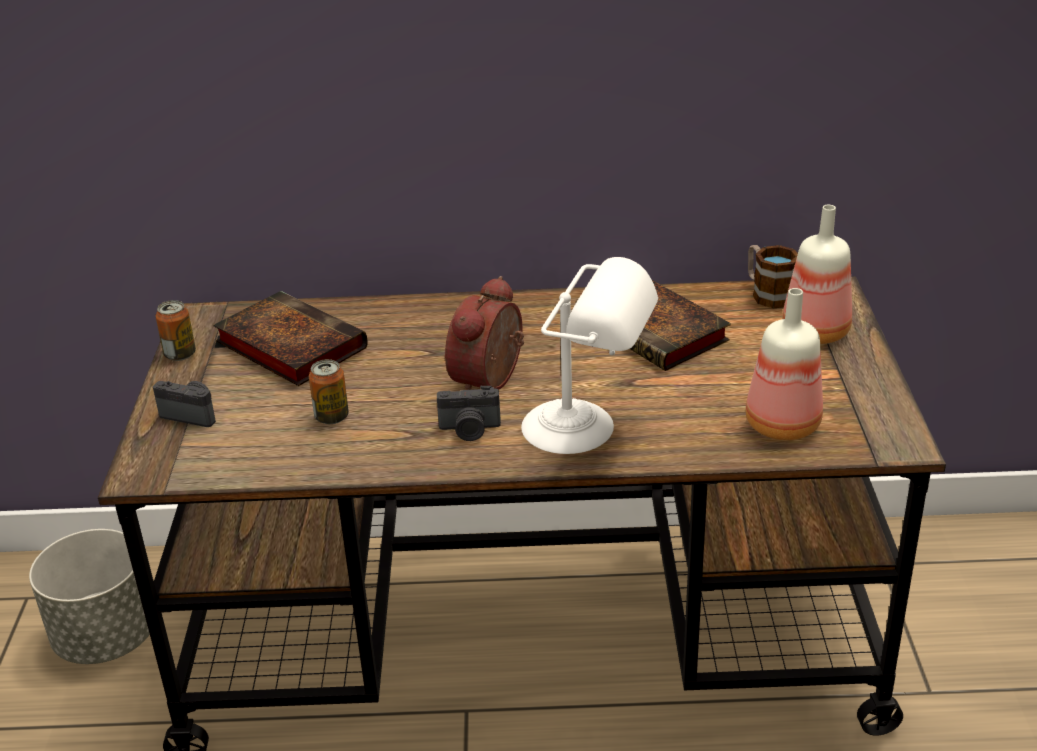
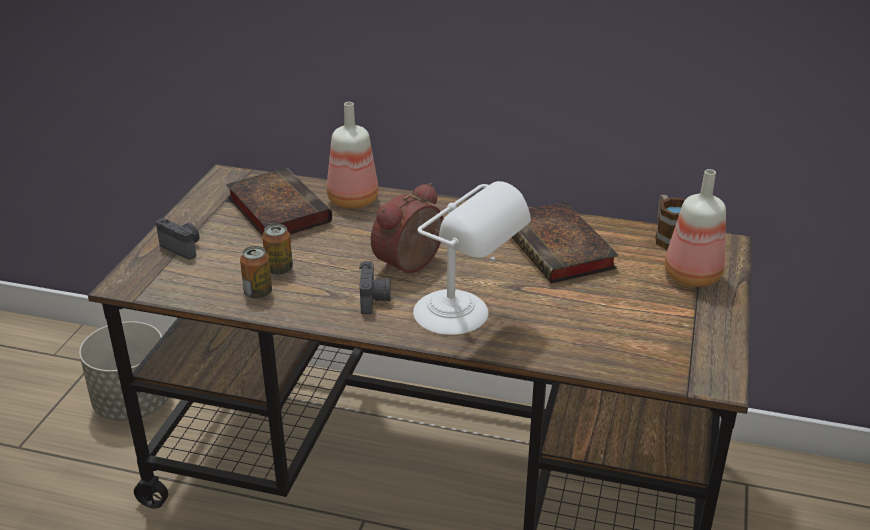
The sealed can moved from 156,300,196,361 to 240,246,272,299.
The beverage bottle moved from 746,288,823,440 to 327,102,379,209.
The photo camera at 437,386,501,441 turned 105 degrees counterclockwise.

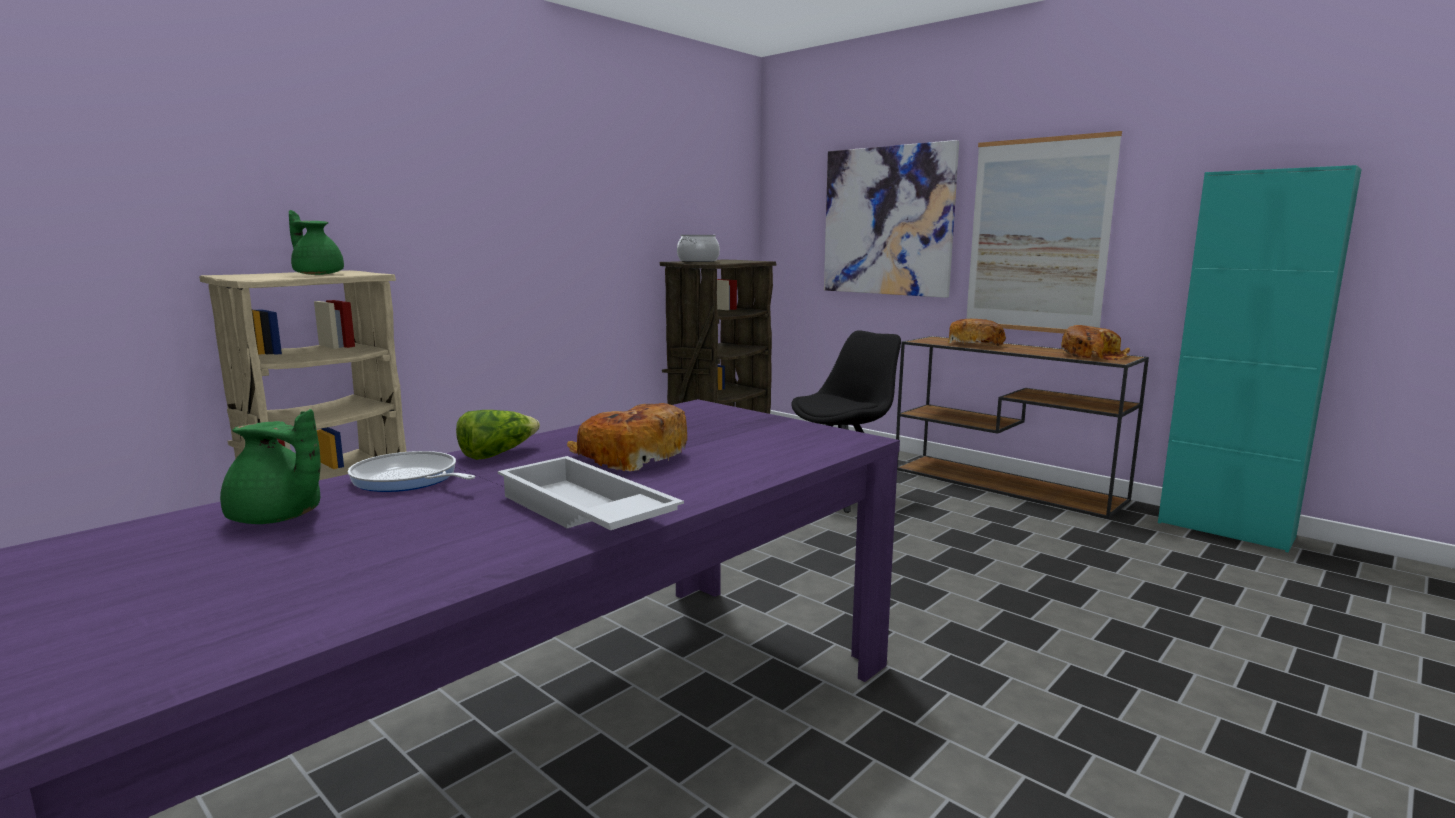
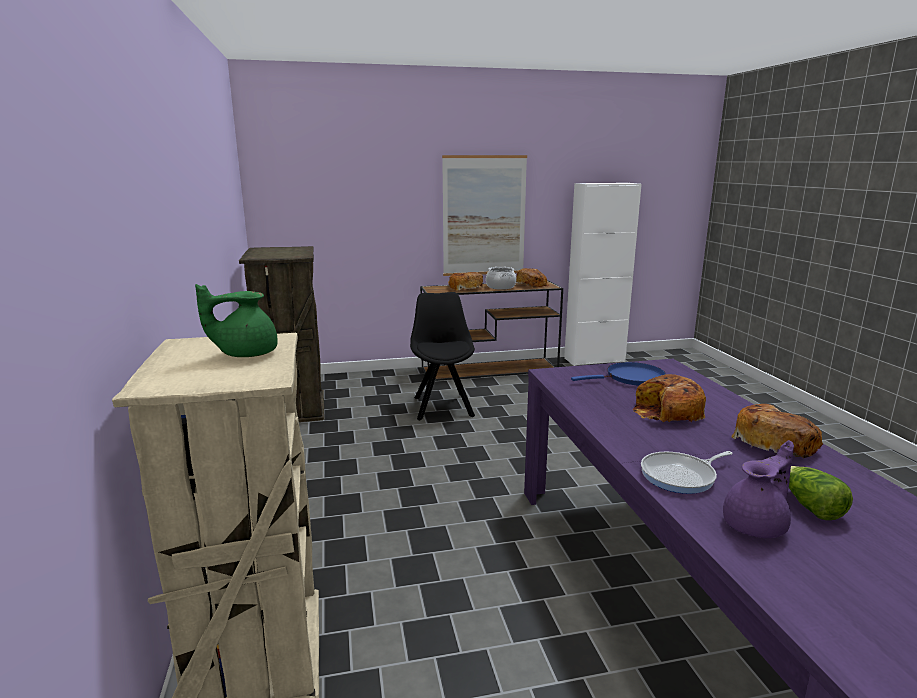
The stockpot moved from 677,235,720,262 to 486,267,516,290.
The turquoise storage cabinet at 1158,165,1362,552 became the whitish storage cabinet at 564,183,642,366.
The bluish pan at 571,362,666,386 appeared.
The green-coloured teapot at 220,409,321,524 became the purple-coloured teapot at 723,440,794,538.
The whitish tray at 498,456,684,530 was replaced by the baked bread at 731,404,823,458.
The lettuce head moved from 456,410,540,460 to 789,466,853,520.
The picture at 824,140,959,298 disappeared.

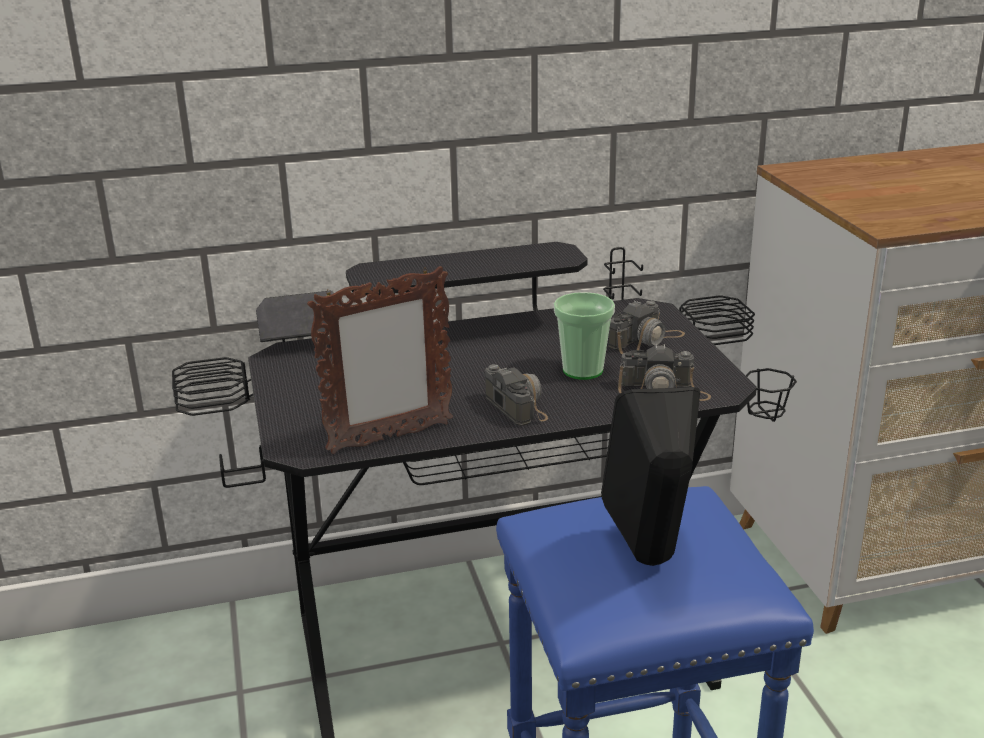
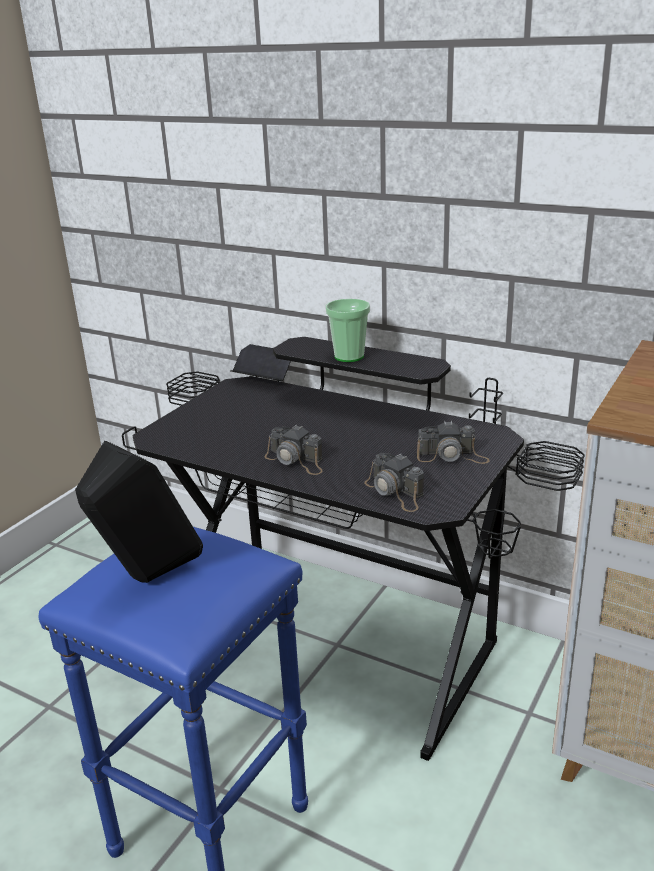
The photo camera at 485,364,548,426 turned 105 degrees clockwise.
The small cup moved from 554,292,615,380 to 325,299,370,362.
The picture frame at 307,266,453,454 disappeared.

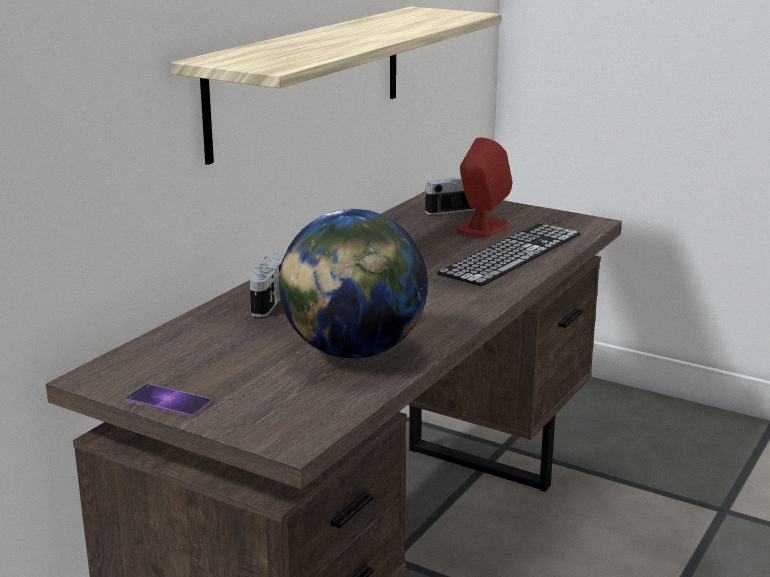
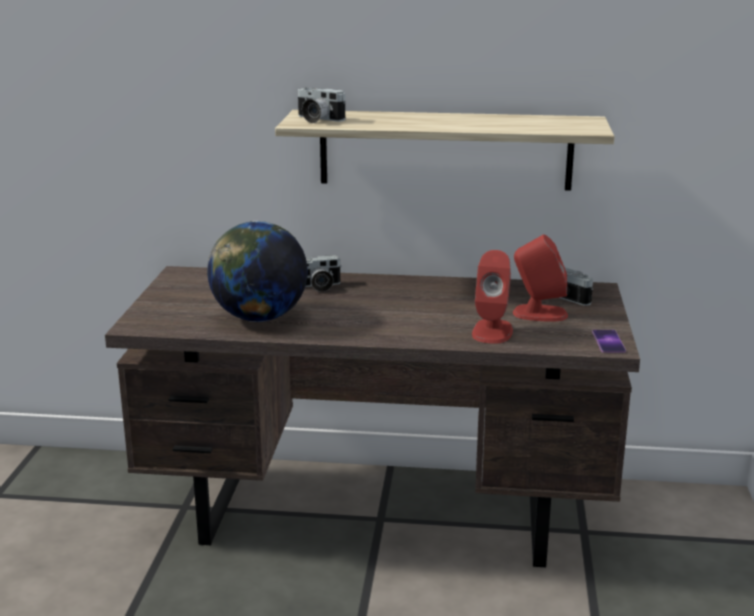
The photo camera at 298,87,346,123 appeared.
The keyboard at 437,223,580,287 was replaced by the reddish loudspeaker at 472,250,513,344.
The handset moved from 126,384,212,417 to 592,330,626,353.

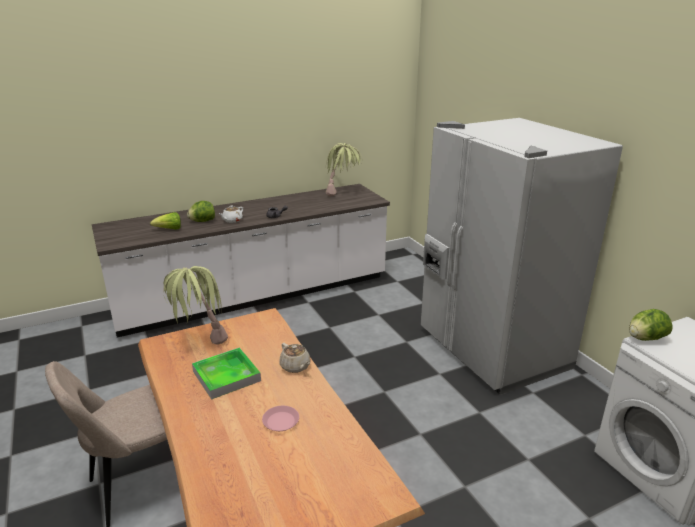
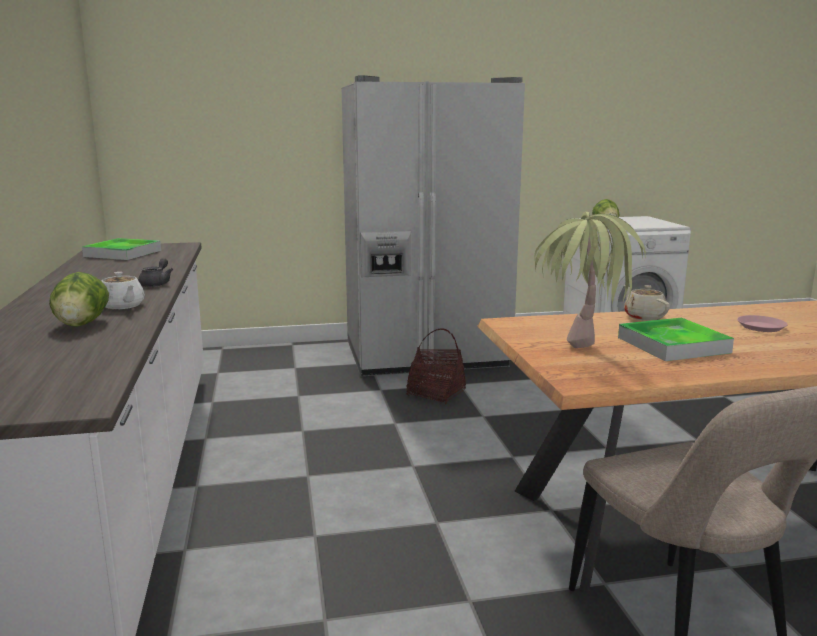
The potted plant at 325,143,362,196 was replaced by the tray at 82,238,161,260.
The storage basket at 406,329,466,404 appeared.
The beige teapot at 279,343,310,373 turned 90 degrees counterclockwise.
The lettuce head at 150,212,181,230 disappeared.

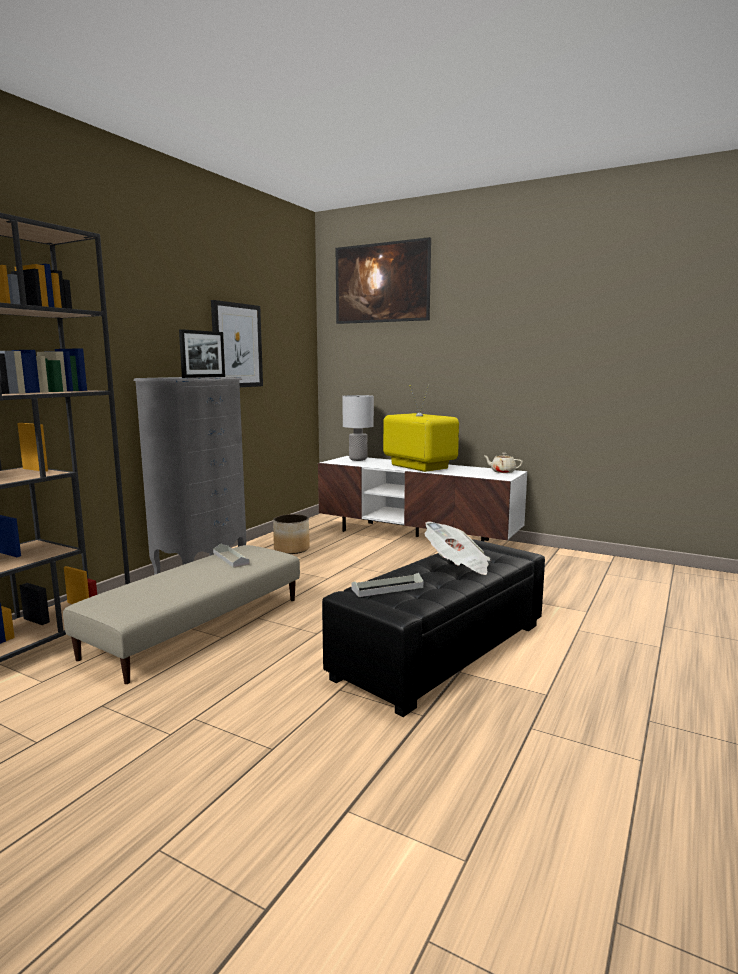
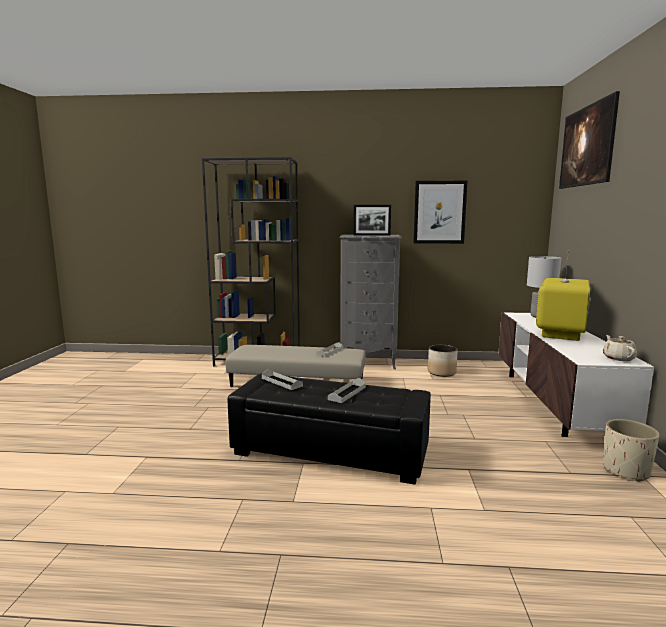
The newspaper at 424,521,490,575 was replaced by the grey tray at 328,378,366,403.
The beige flower pot at 603,419,660,482 appeared.

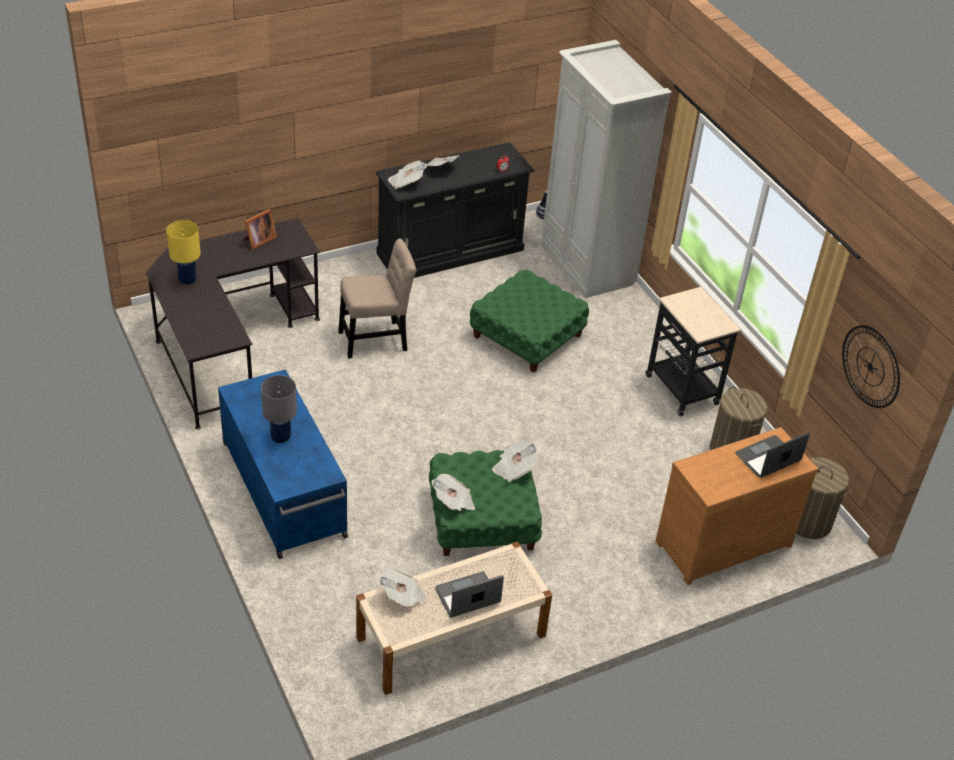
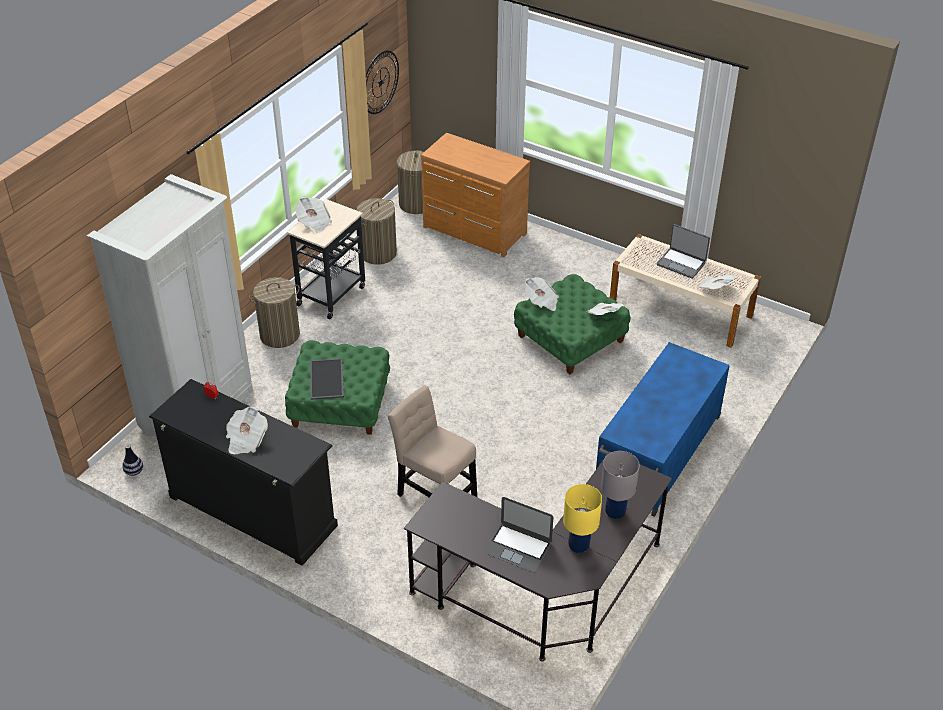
The laundry basket at 249,277,300,348 appeared.
The newspaper moved from 388,160,427,189 to 294,197,332,233.
The tray at 310,358,344,400 appeared.
The laptop moved from 735,432,810,478 to 484,497,553,572.
The grey table lamp moved from 261,375,297,443 to 601,451,640,519.
The picture frame at 243,209,277,249 disappeared.

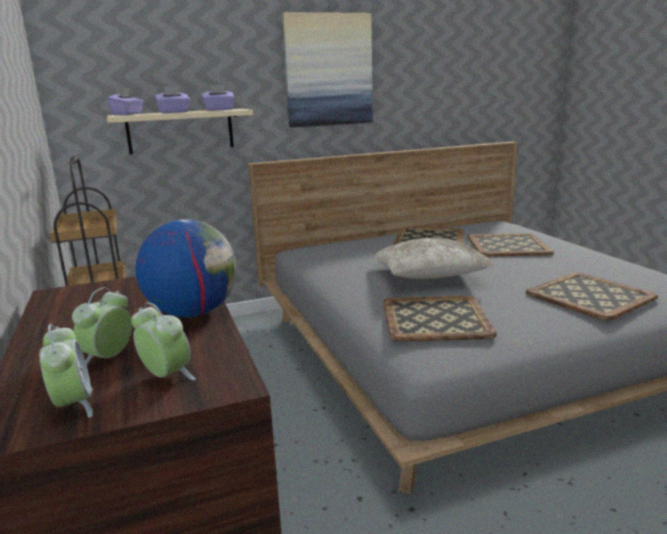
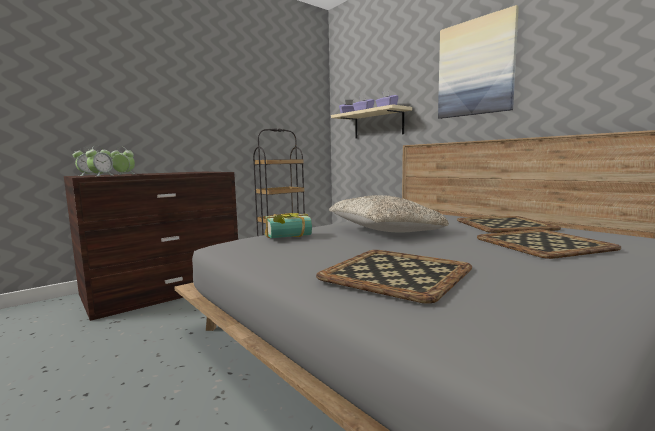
The tray at 383,296,497,341 was replaced by the volume at 265,213,312,238.
The world globe at 136,219,237,317 disappeared.

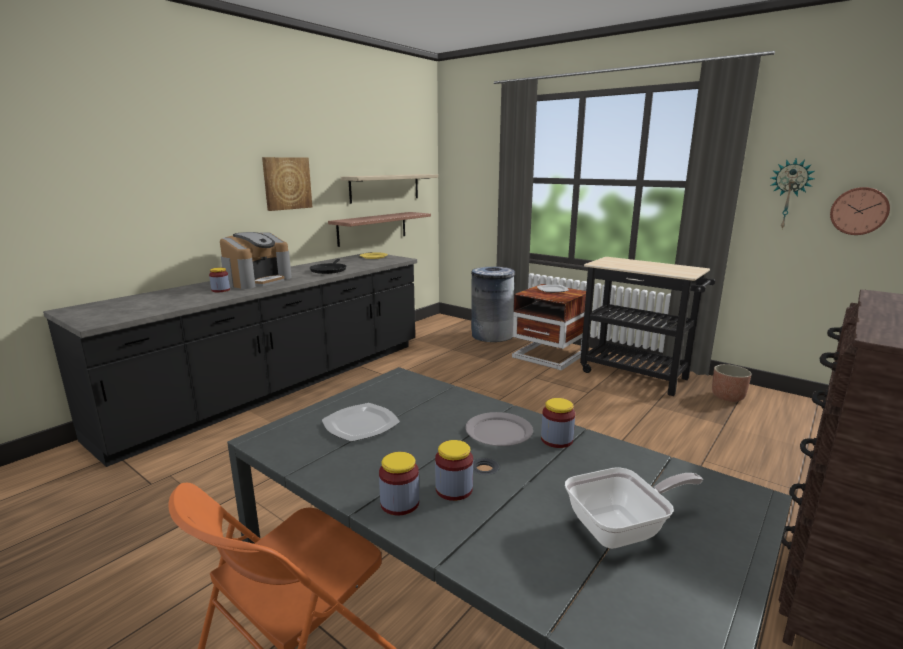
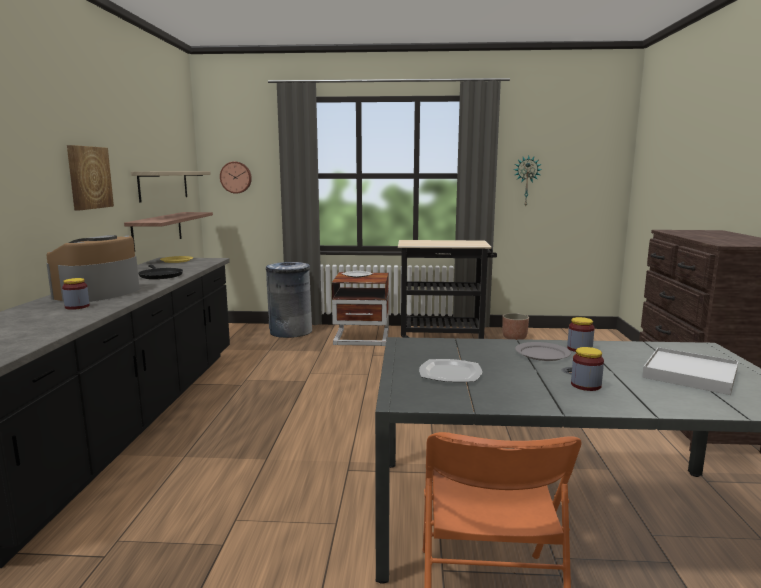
The coffee maker at 220,232,292,289 turned 150 degrees counterclockwise.
The clock on the wall moved from 830,187,890,235 to 220,162,252,194.
The pan at 565,467,703,549 was replaced by the whitish tray at 642,347,739,395.
The jar at 379,452,419,516 disappeared.

